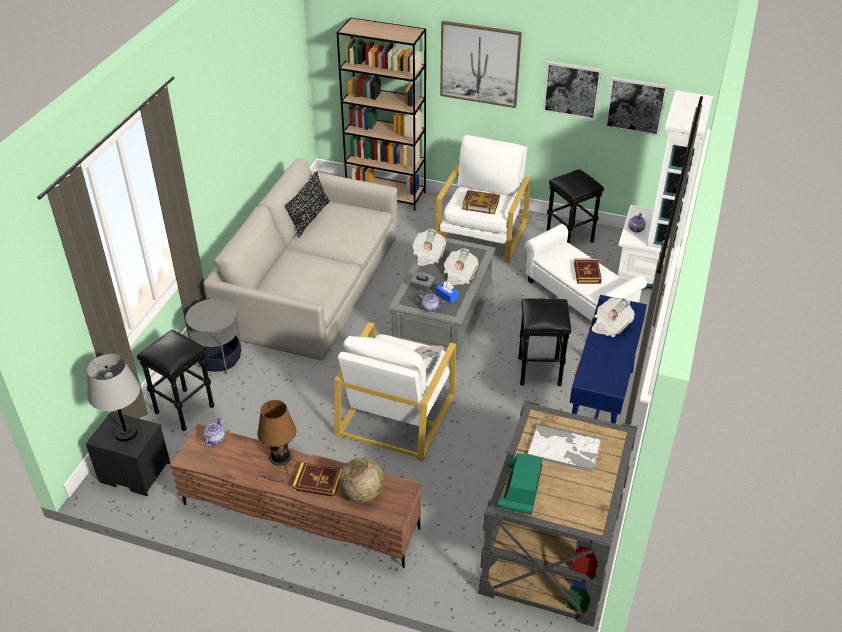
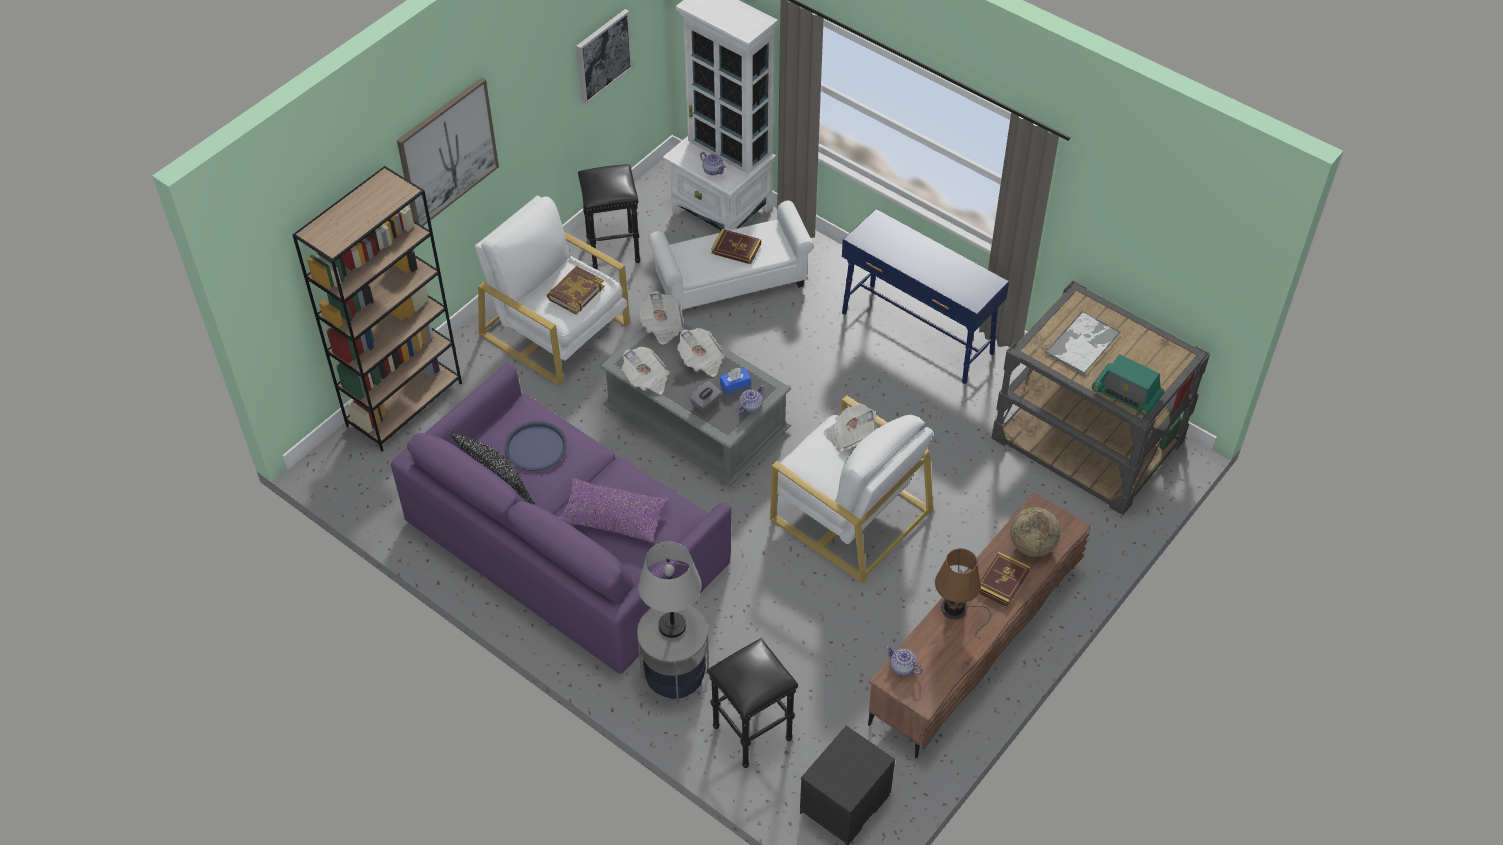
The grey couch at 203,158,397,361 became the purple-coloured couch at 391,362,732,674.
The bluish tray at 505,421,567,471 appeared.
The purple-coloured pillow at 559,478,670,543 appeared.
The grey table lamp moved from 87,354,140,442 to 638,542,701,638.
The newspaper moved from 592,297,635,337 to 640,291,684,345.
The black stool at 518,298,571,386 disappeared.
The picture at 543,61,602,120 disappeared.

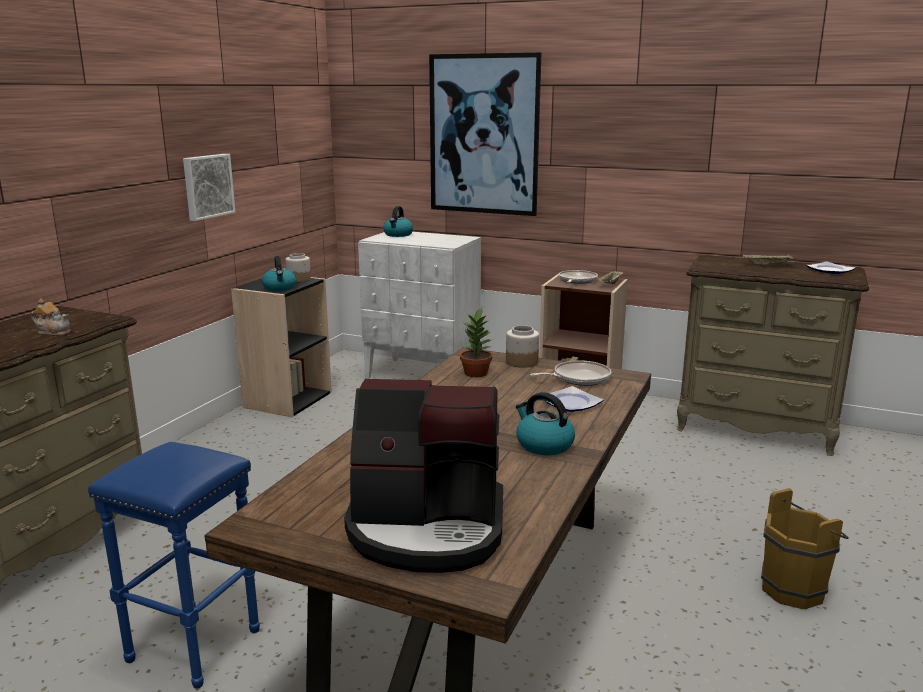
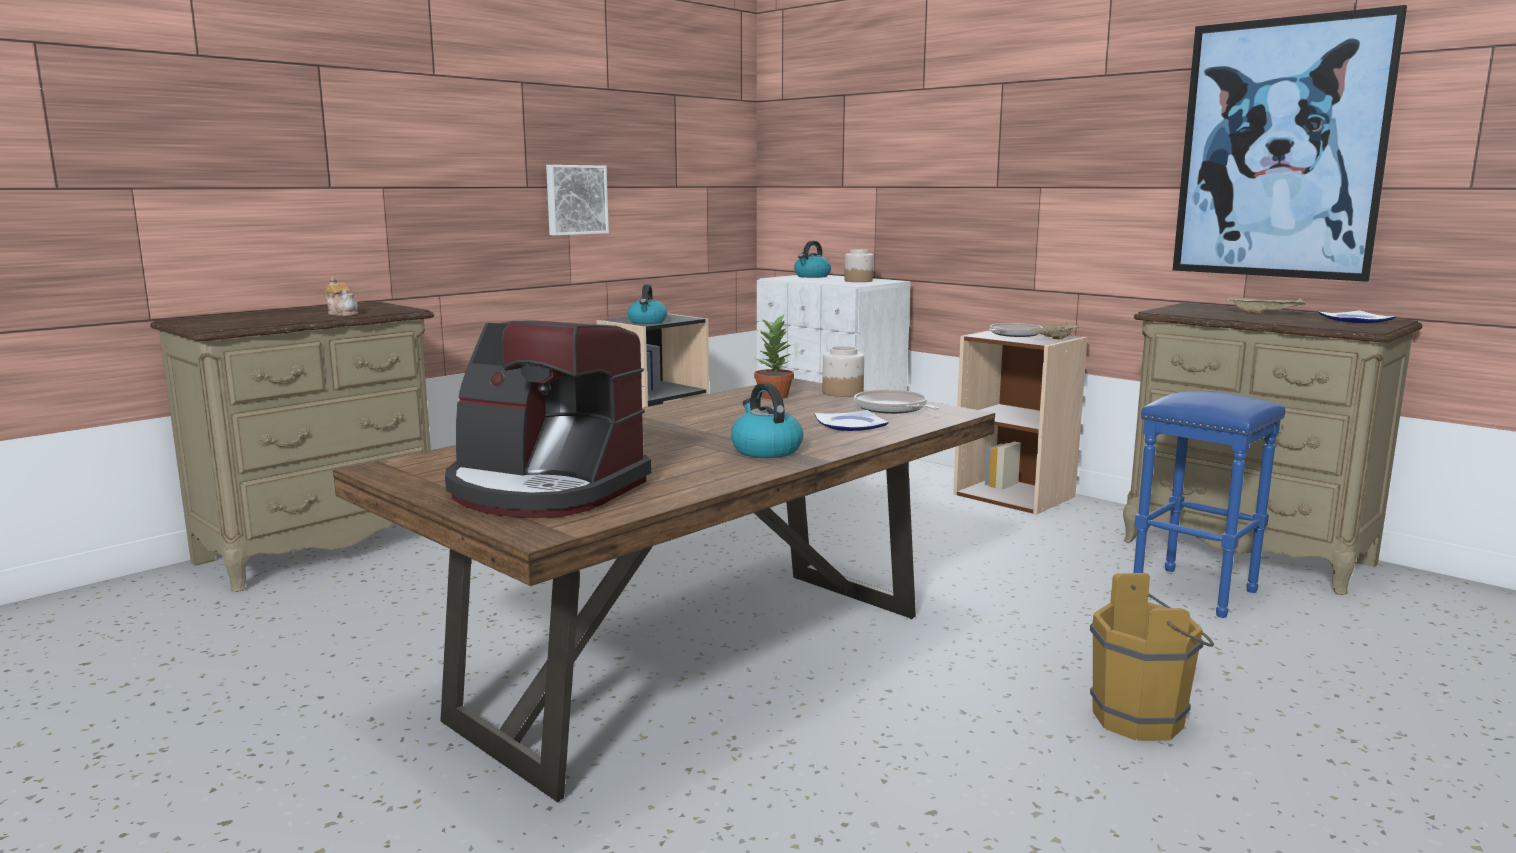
The jar moved from 285,253,311,283 to 844,249,873,282.
The pan at 530,360,612,386 turned 120 degrees counterclockwise.
The bluish stool moved from 88,442,260,689 to 1133,391,1285,618.
The picture moved from 429,52,542,216 to 1173,5,1407,282.

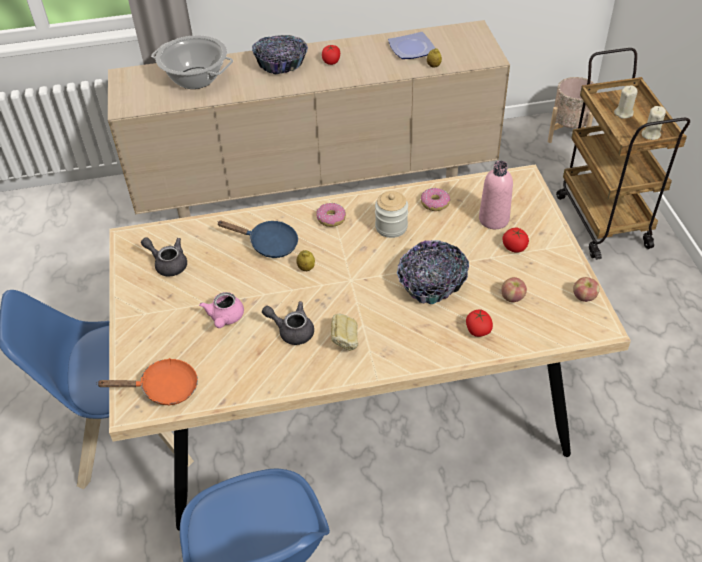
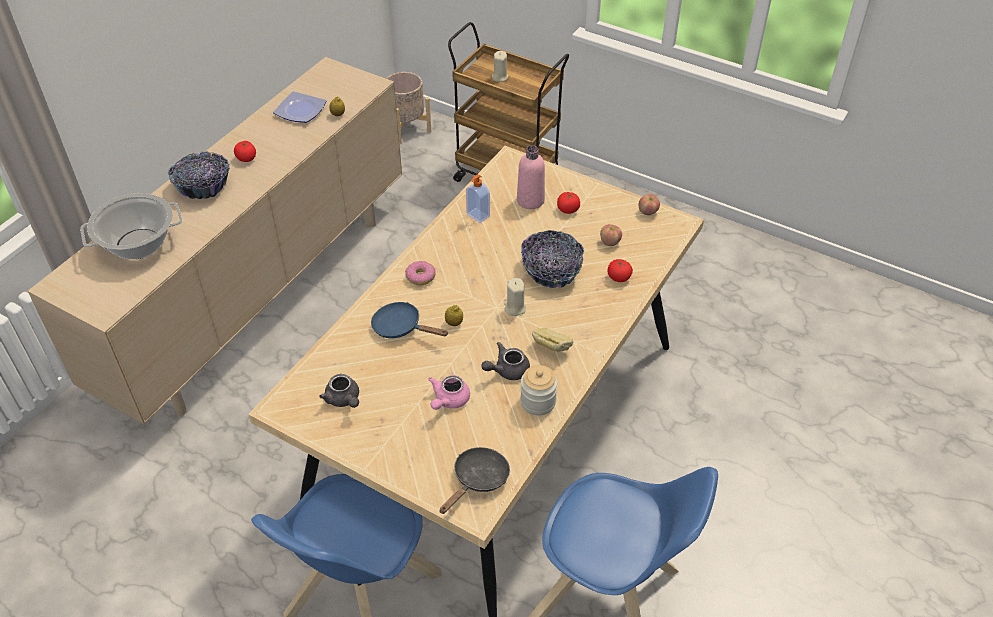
The grey teapot at 141,237,187,276 turned 105 degrees counterclockwise.
The bluish pan at 217,220,298,258 turned 120 degrees counterclockwise.
The pink teapot at 199,292,244,328 turned 75 degrees clockwise.
The orange-coloured pan at 96,358,198,405 became the black pan at 439,447,510,514.
The ring doughnut at 421,188,450,211 was replaced by the soap dispenser at 466,174,490,223.
The beige candle moved from 642,106,666,140 to 504,278,526,316.
The jar moved from 375,191,408,238 to 520,365,558,416.

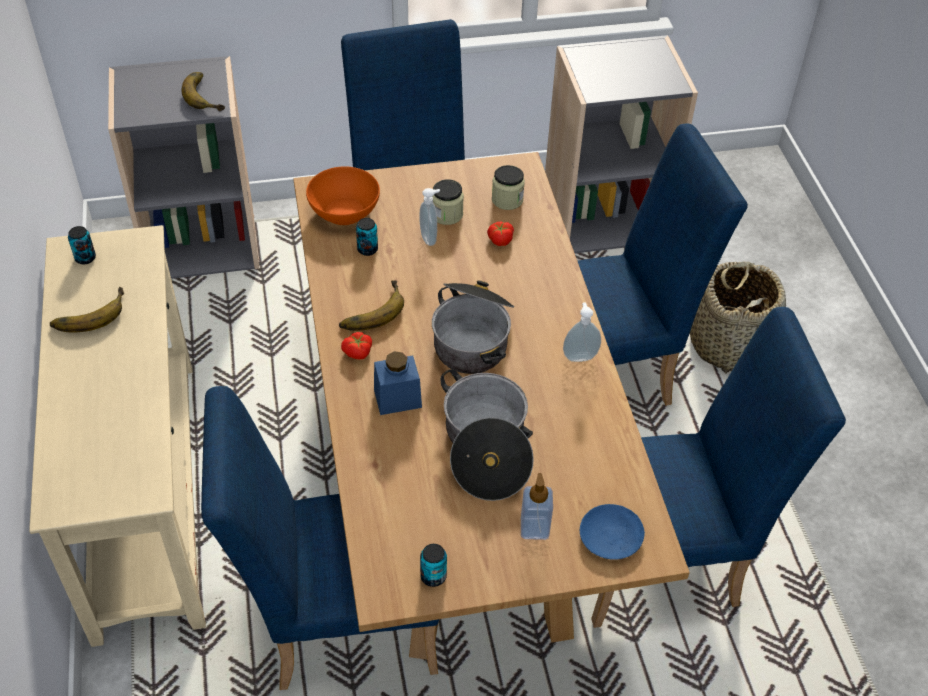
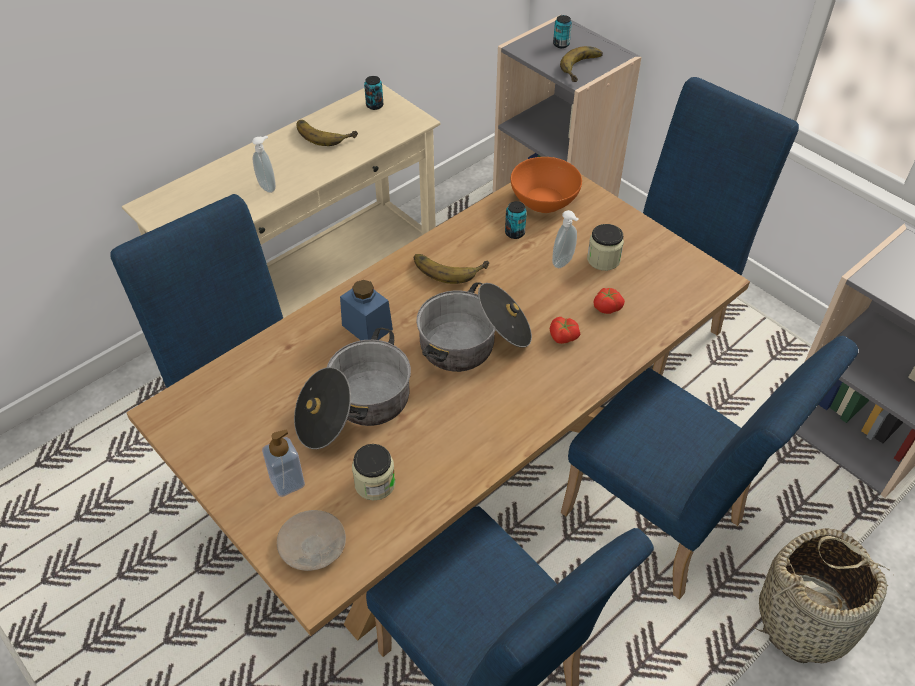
The soap dispenser moved from 563,302,601,362 to 252,135,276,193.
The bluish dinner plate at 580,504,645,560 became the beige dinner plate at 277,510,346,571.
The jar moved from 492,165,525,210 to 352,444,396,501.
The whole tomato moved from 341,332,372,359 to 550,317,580,344.
The sealed can moved from 420,544,447,587 to 553,15,572,48.

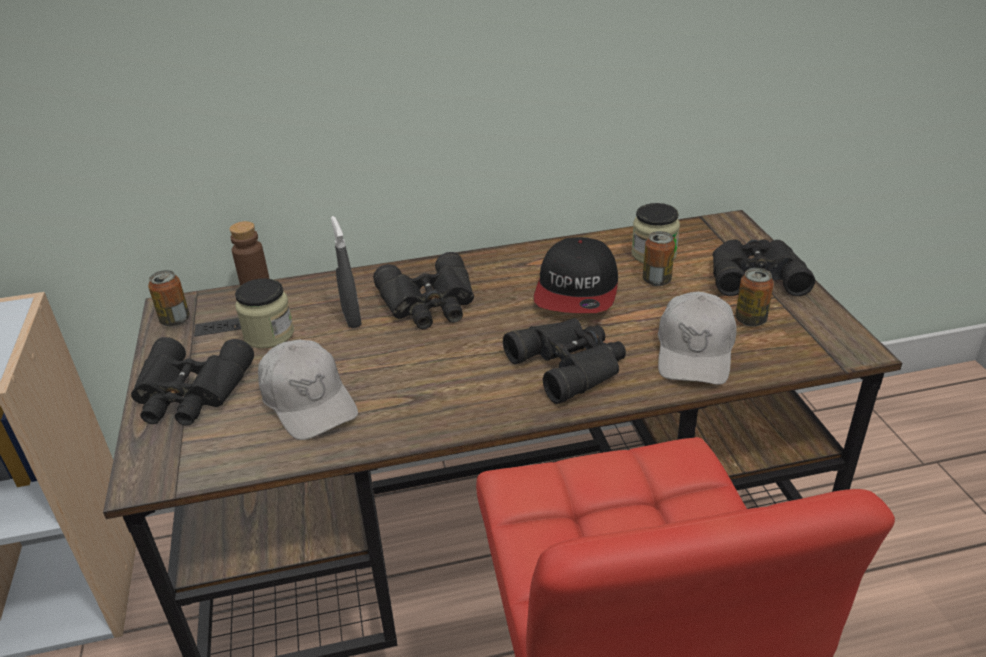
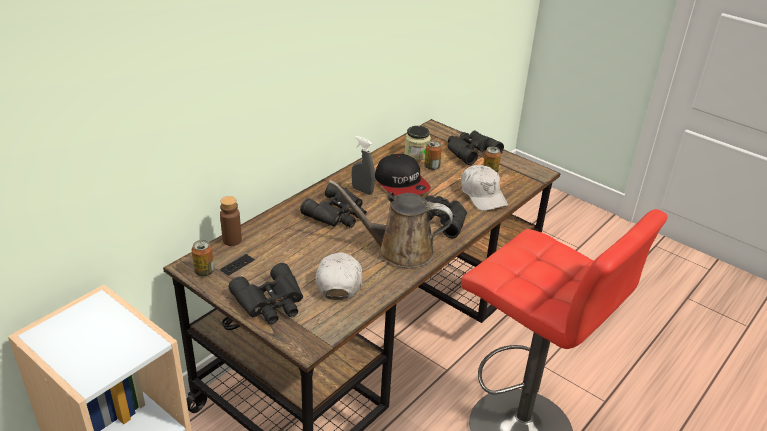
The whitish peaked cap at 258,340,358,440 turned 105 degrees counterclockwise.
The brown-coloured watering pot at 328,180,453,268 appeared.
The grey hand sprayer moved from 331,216,362,329 to 352,136,375,195.
The jar at 235,278,294,348 disappeared.

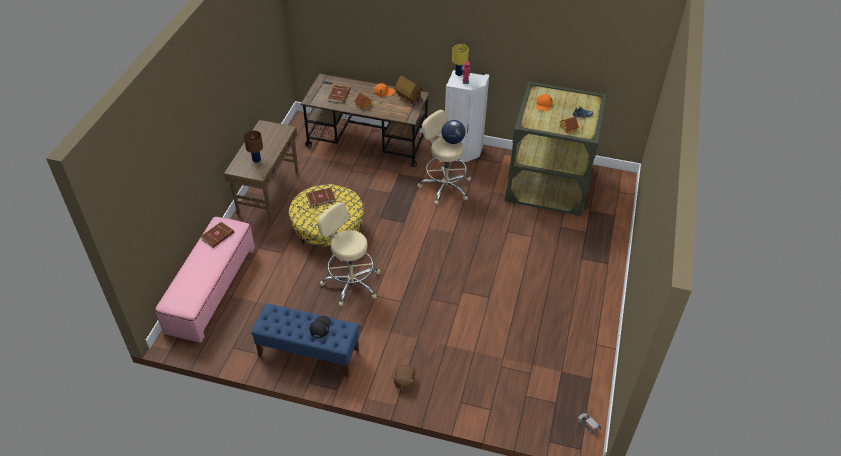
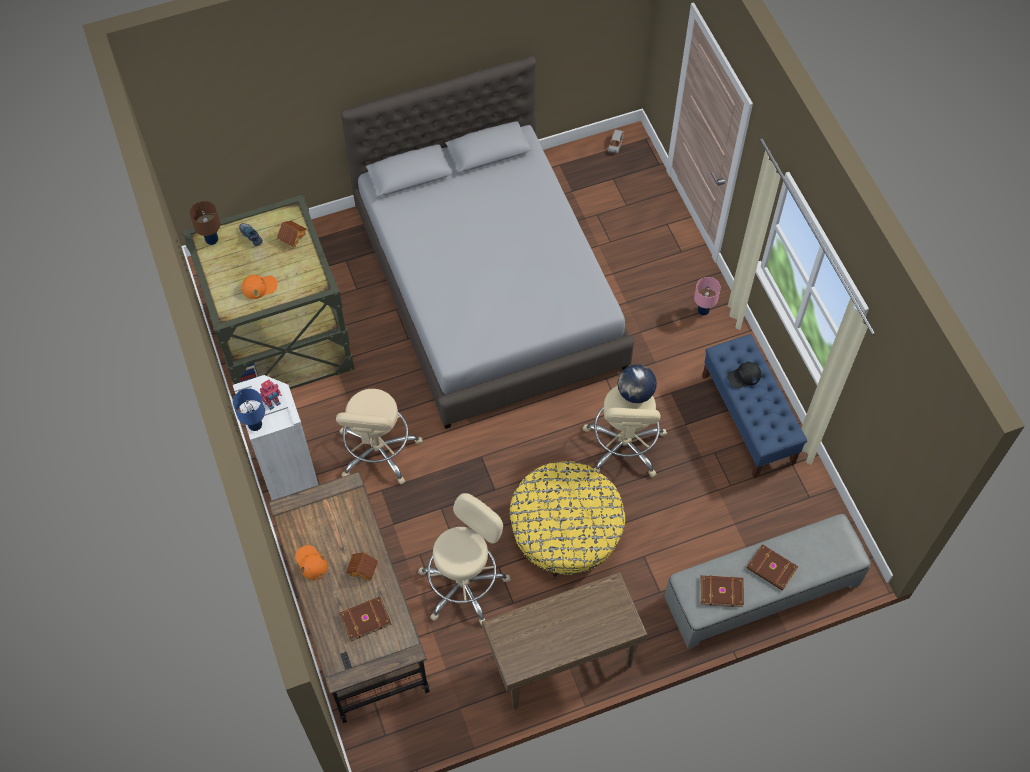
The brown-coloured table lamp moved from 244,130,263,163 to 190,201,220,245.
The yellow table lamp at 452,44,469,76 became the bluish table lamp at 233,388,265,431.
The grey bed at 341,56,634,429 appeared.
The beige stool at 418,493,511,626 appeared.
The world globe moved from 441,120,466,144 to 618,364,657,403.
The pink indoor bench at 156,217,255,343 became the grey indoor bench at 664,514,871,649.
The brown-coloured plush toy at 393,364,415,390 was replaced by the pink table lamp at 694,277,721,315.
The brown-coloured volume moved from 306,188,336,207 to 746,544,798,591.
The toy house at 394,75,423,104 disappeared.

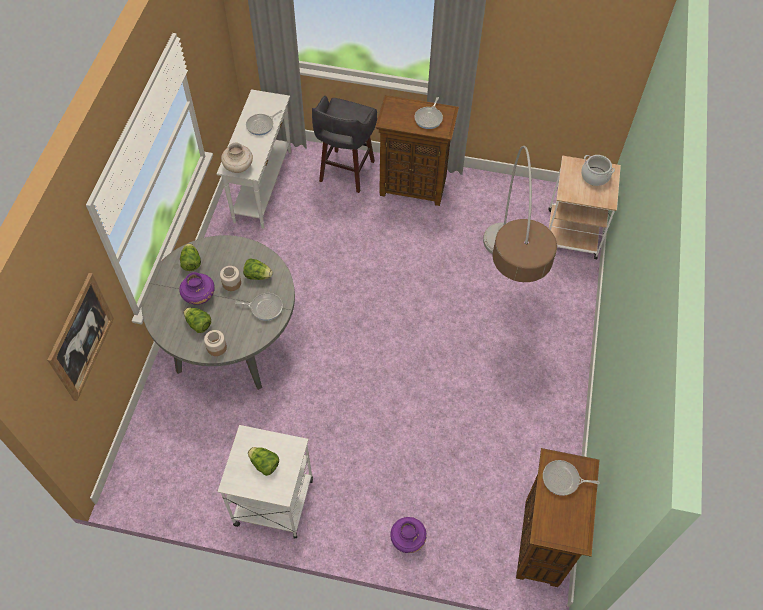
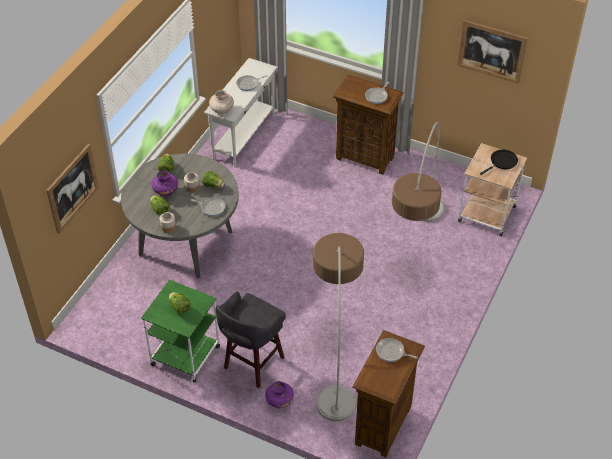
The whitish cart at 217,425,313,539 became the green-coloured cart at 141,280,220,383.
The grey stool moved from 312,96,377,193 to 216,291,286,388.
The standing lamp at 313,233,364,422 appeared.
The picture at 457,20,528,84 appeared.
The stockpot at 581,155,615,186 was replaced by the black pan at 480,150,518,175.

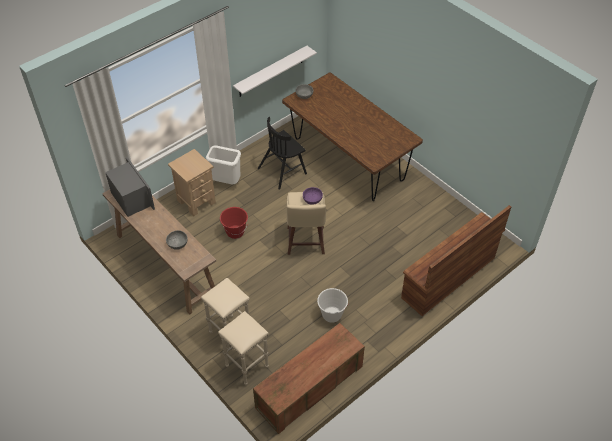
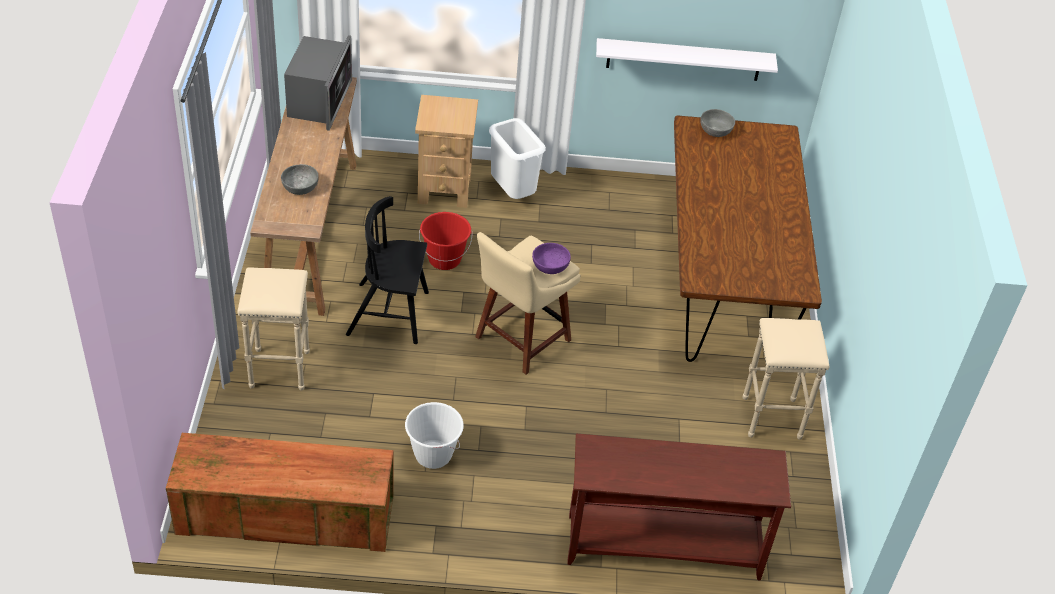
The black plain chair moved from 258,117,307,190 to 346,196,429,344.
The brown-coloured drawer chest at 401,205,511,316 was replaced by the brown-coloured console table at 567,434,791,581.
The beige stool moved from 218,311,269,385 to 743,318,829,440.

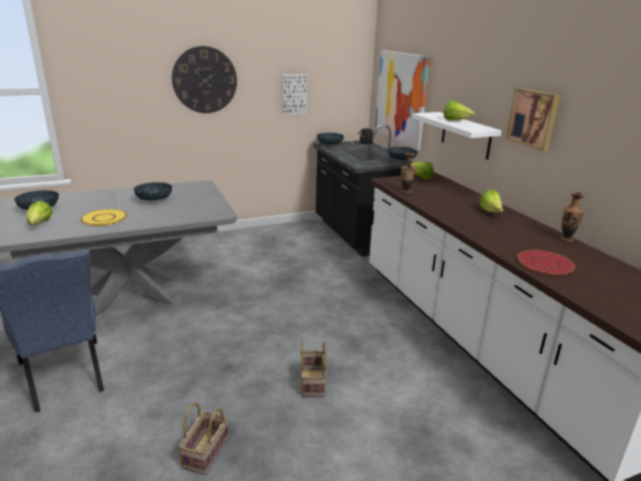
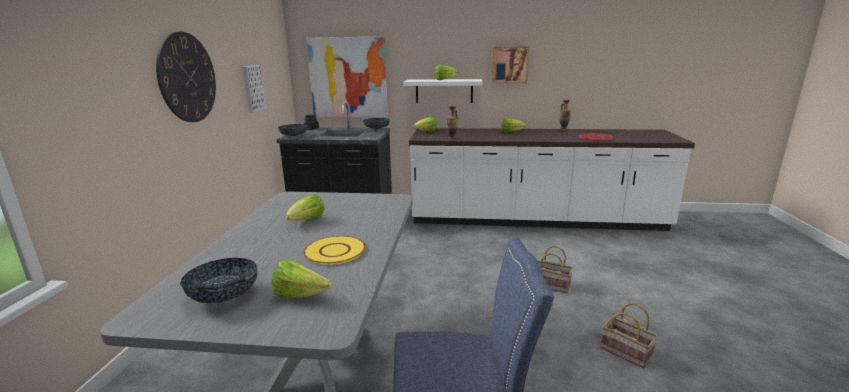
The serving bowl at 134,182,172,200 was replaced by the lettuce head at 286,194,324,221.

